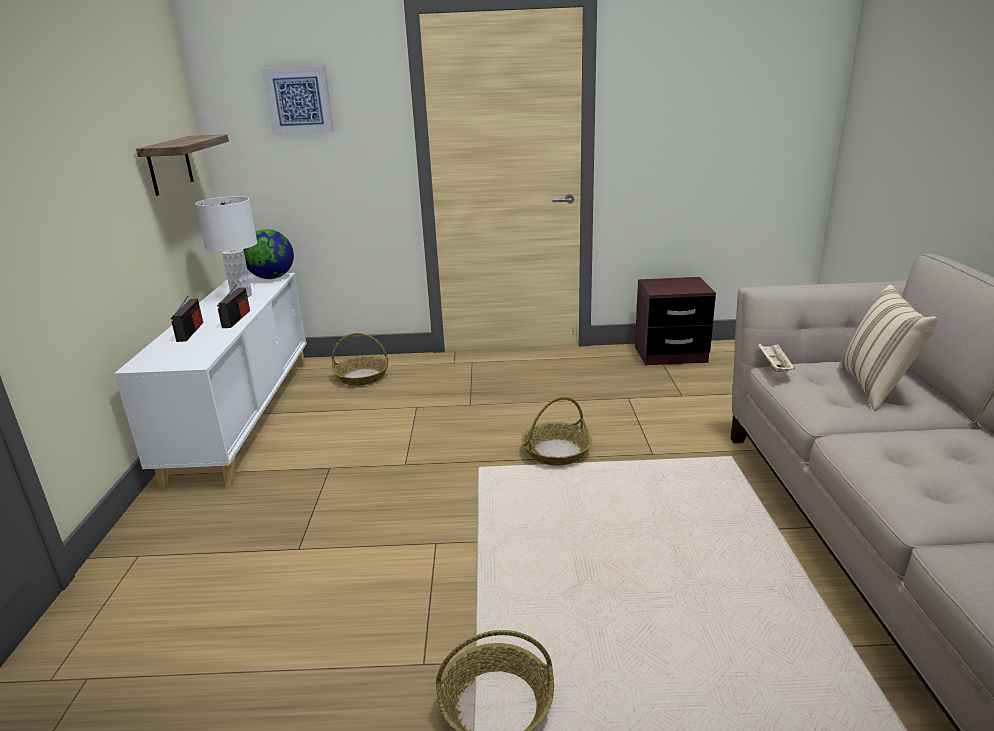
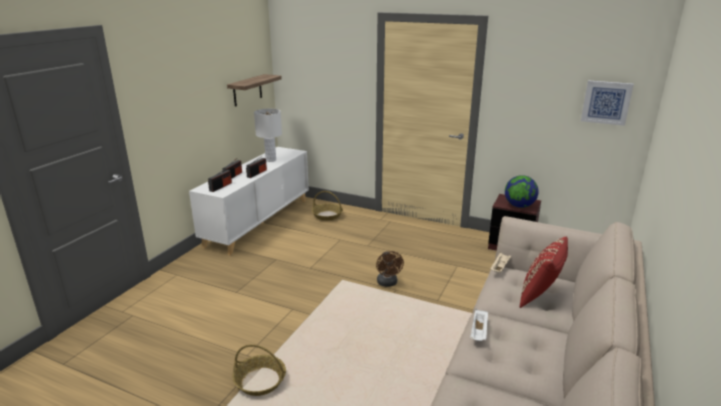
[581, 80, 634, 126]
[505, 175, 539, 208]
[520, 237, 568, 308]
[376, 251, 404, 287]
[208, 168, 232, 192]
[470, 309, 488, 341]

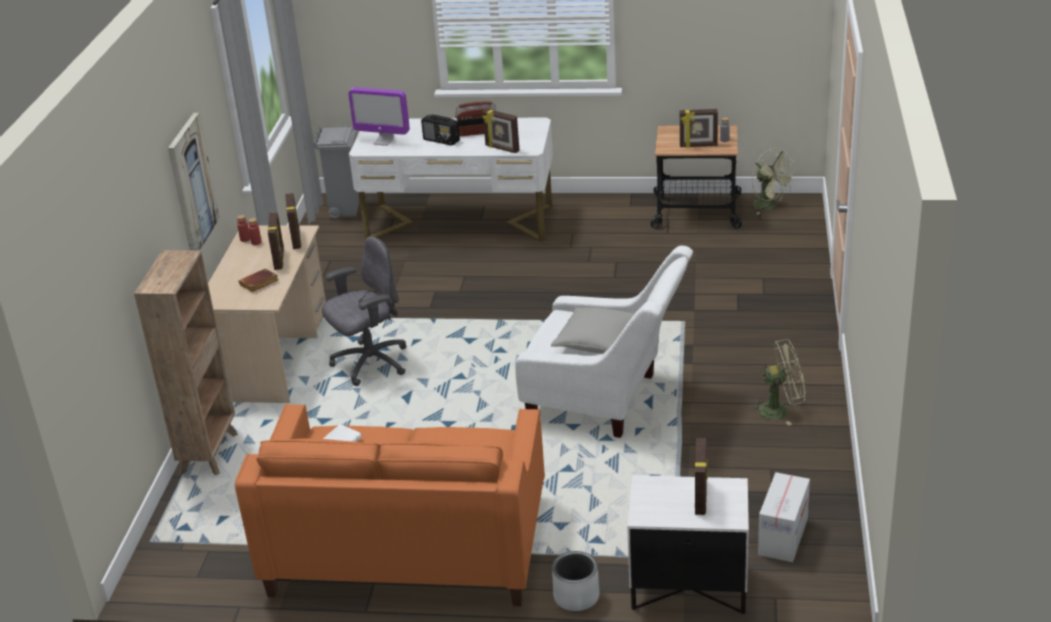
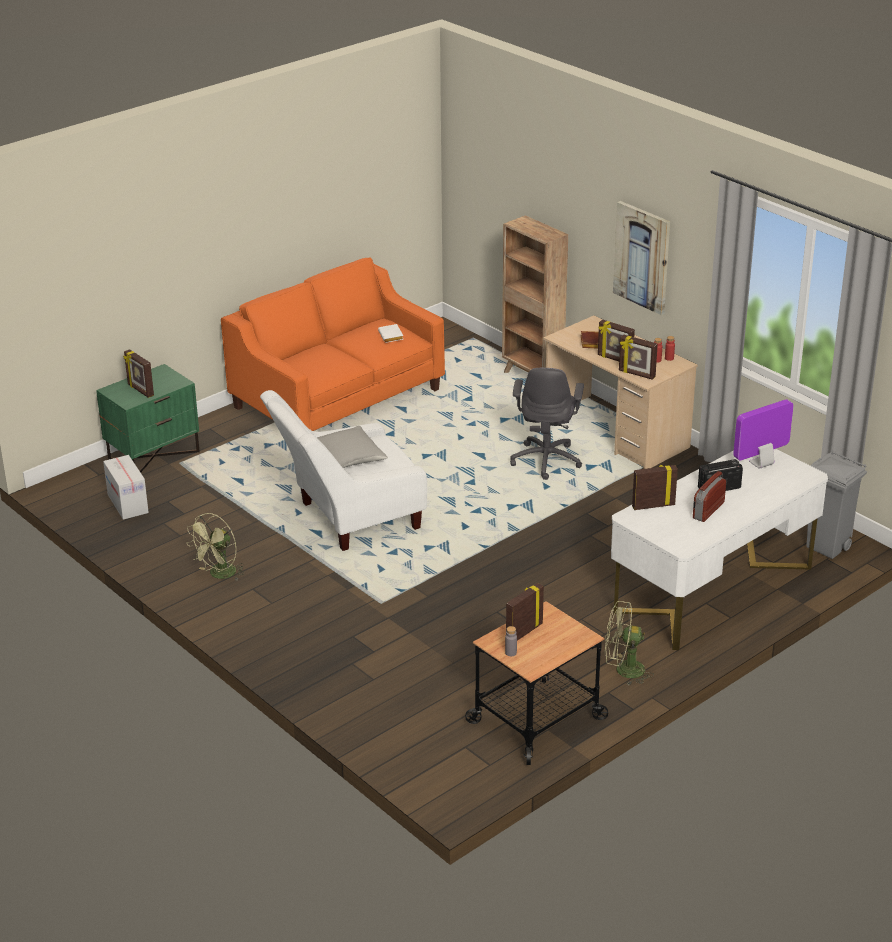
[605, 601, 654, 685]
[96, 364, 200, 473]
[552, 551, 599, 611] (first image)

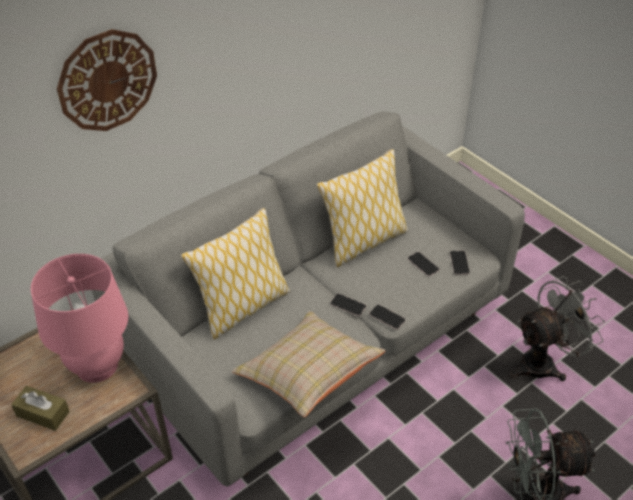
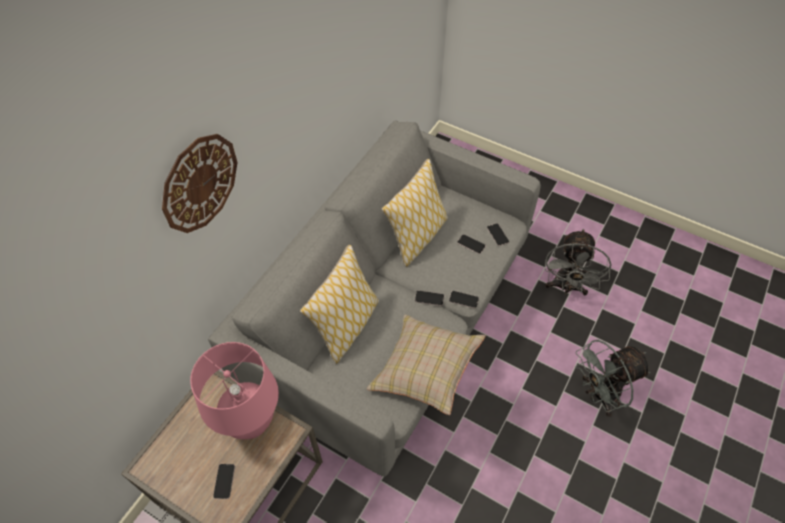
[545, 229, 611, 296]
[213, 464, 235, 499]

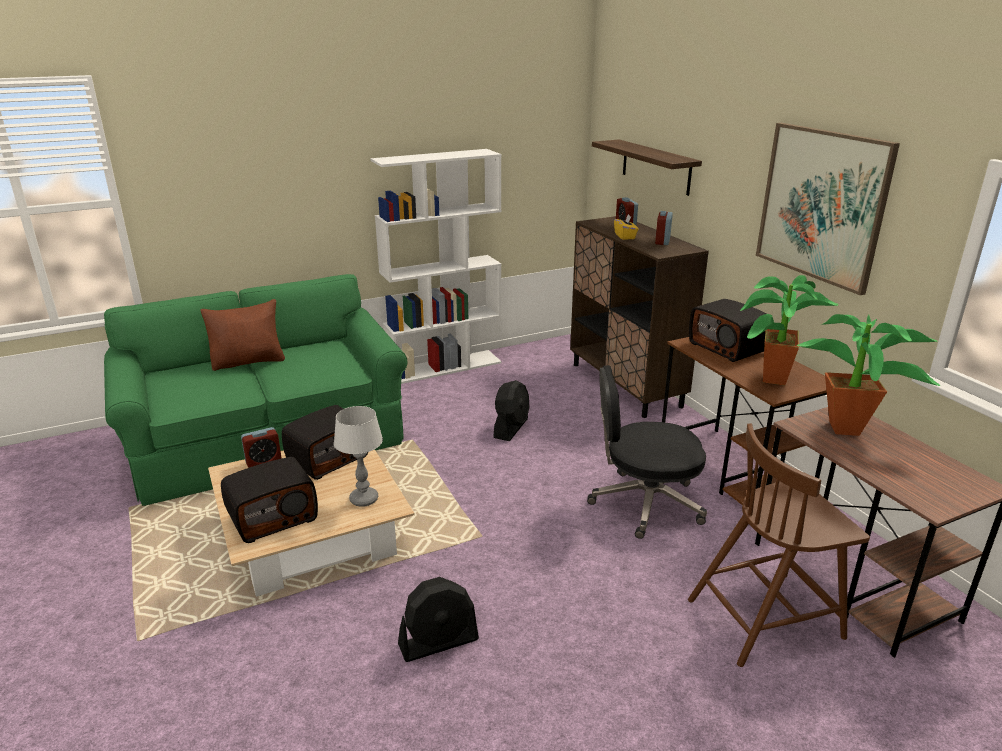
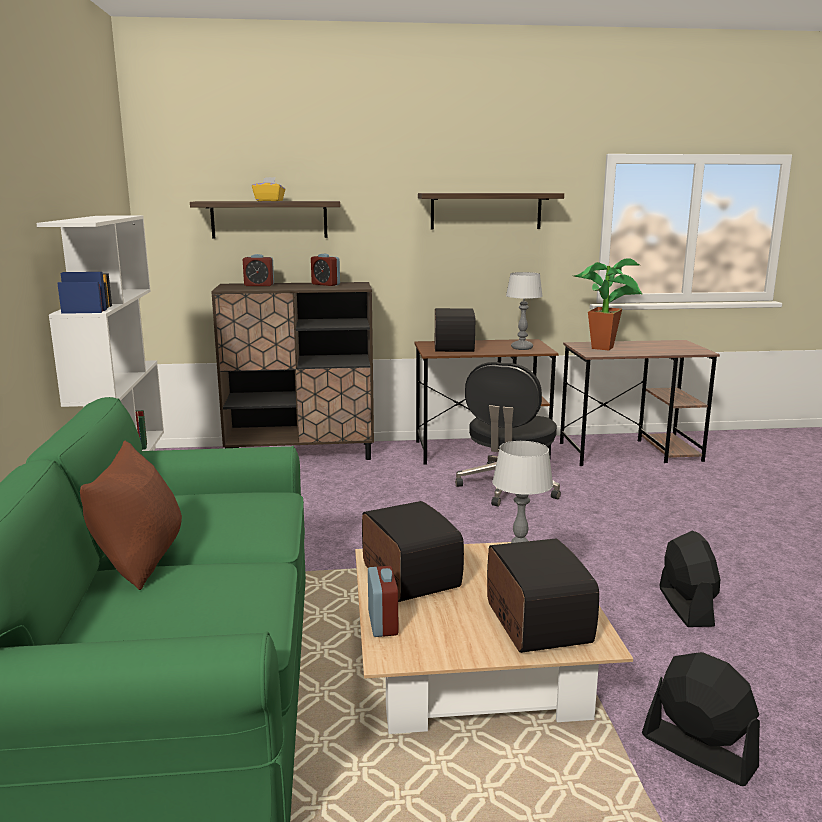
[418, 193, 564, 230]
[252, 177, 286, 201]
[506, 272, 543, 350]
[435, 308, 475, 352]
[642, 652, 760, 786]
[688, 424, 870, 667] (first image)

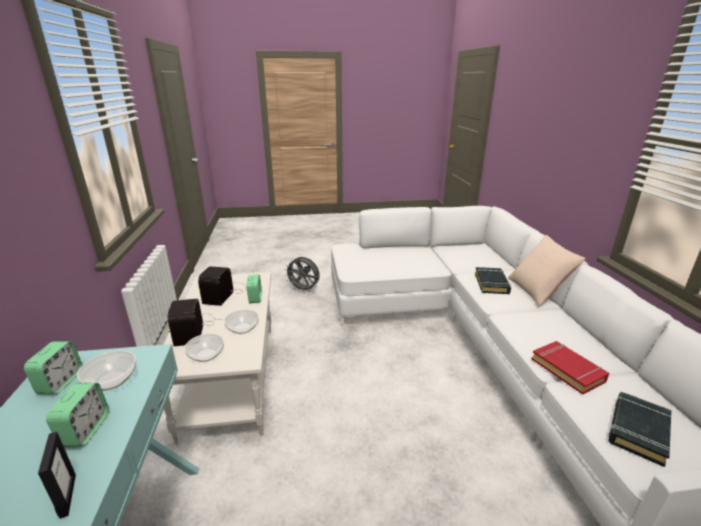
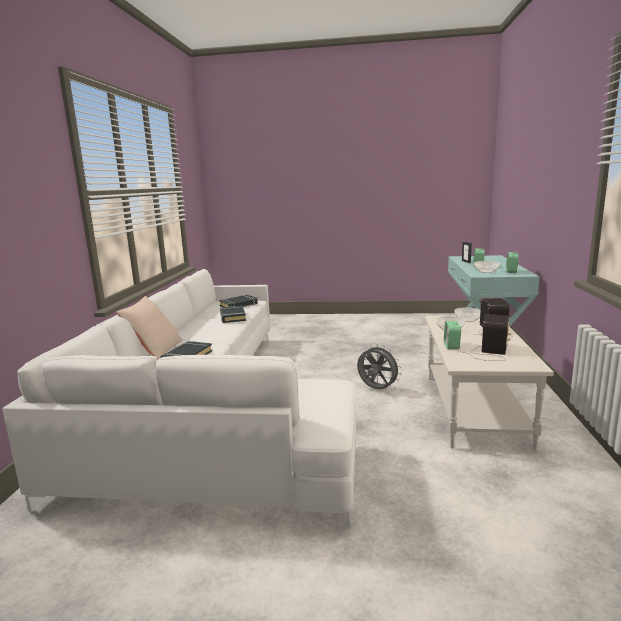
[357, 344, 401, 389]
[220, 306, 246, 323]

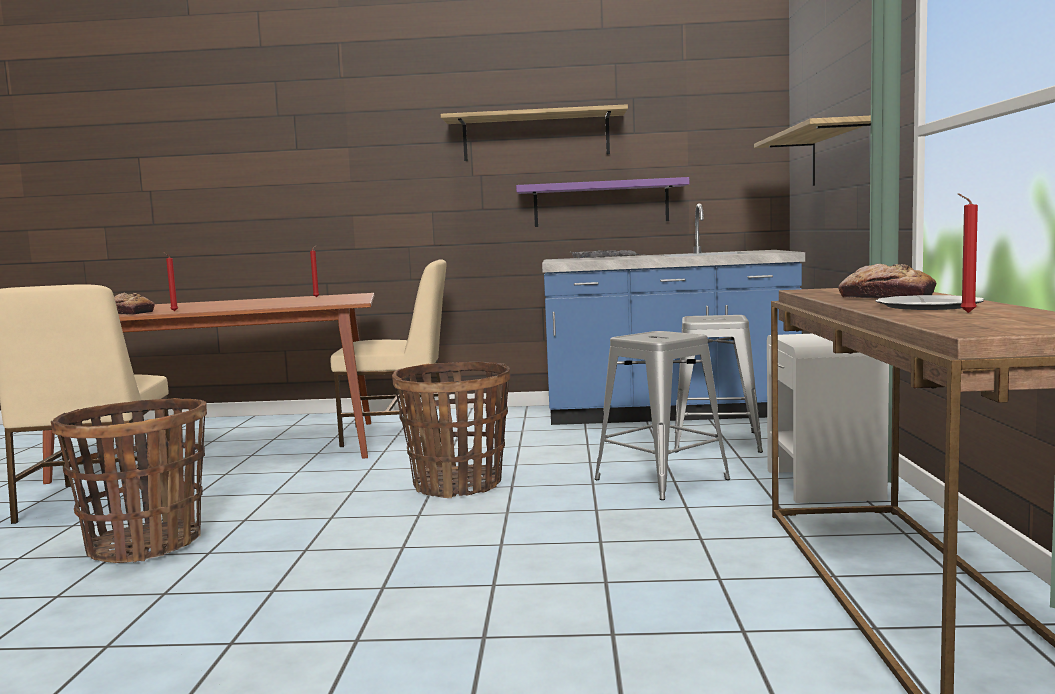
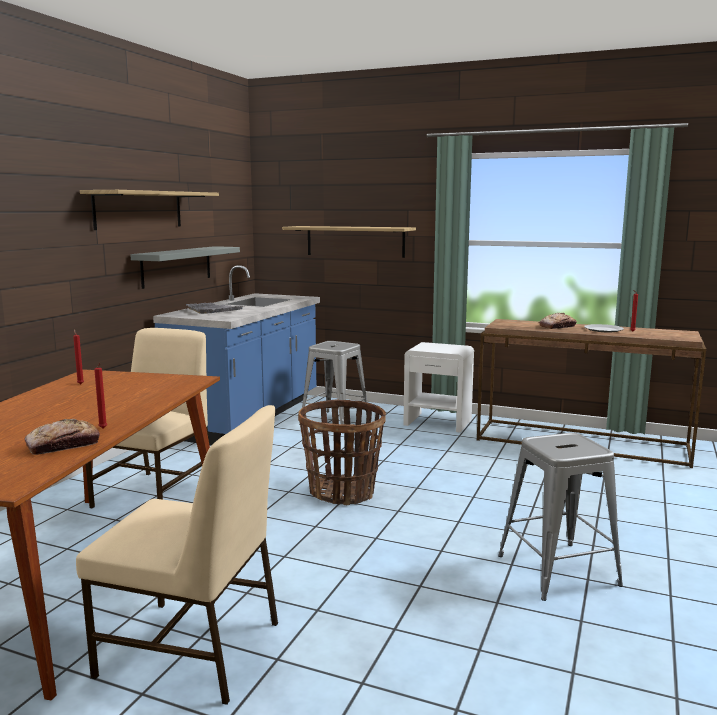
[130, 246, 240, 289]
[498, 433, 623, 601]
[51, 398, 207, 563] (first image)

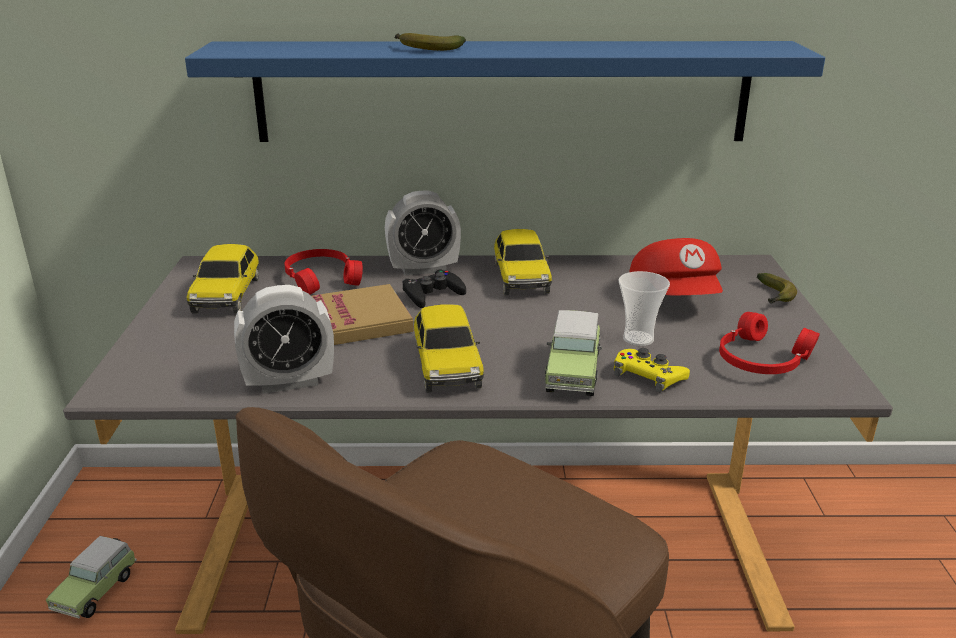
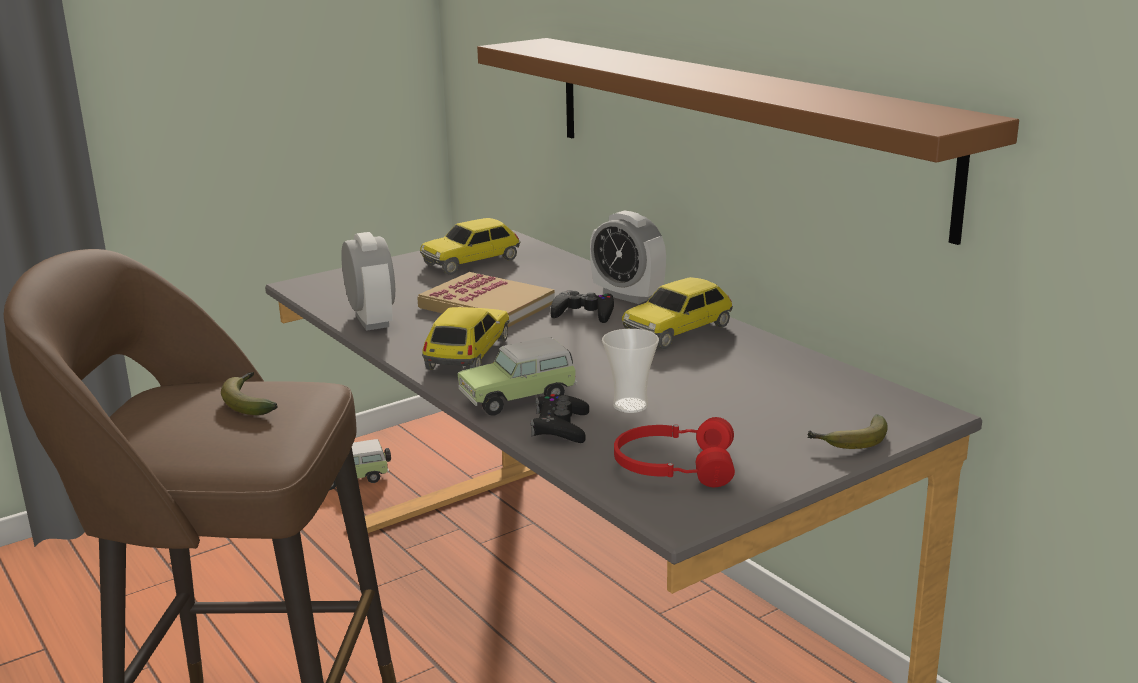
[221, 372, 277, 415]
[477, 38, 1019, 245]
[629, 238, 723, 295] (first image)
[284, 249, 363, 295] (first image)
[341, 232, 395, 331]
[422, 307, 510, 370]
[530, 394, 589, 443]

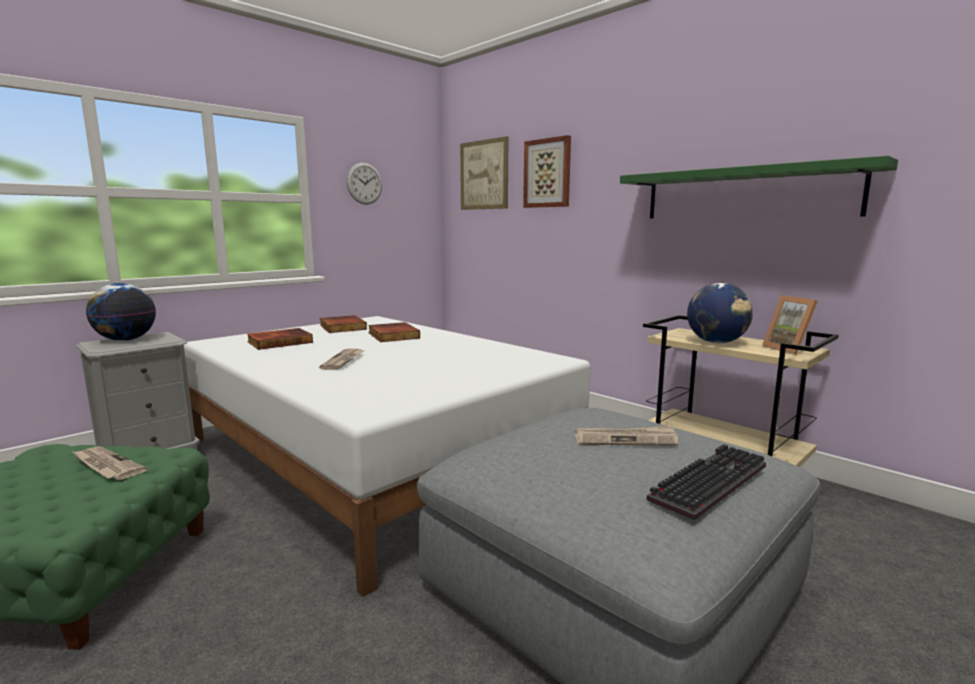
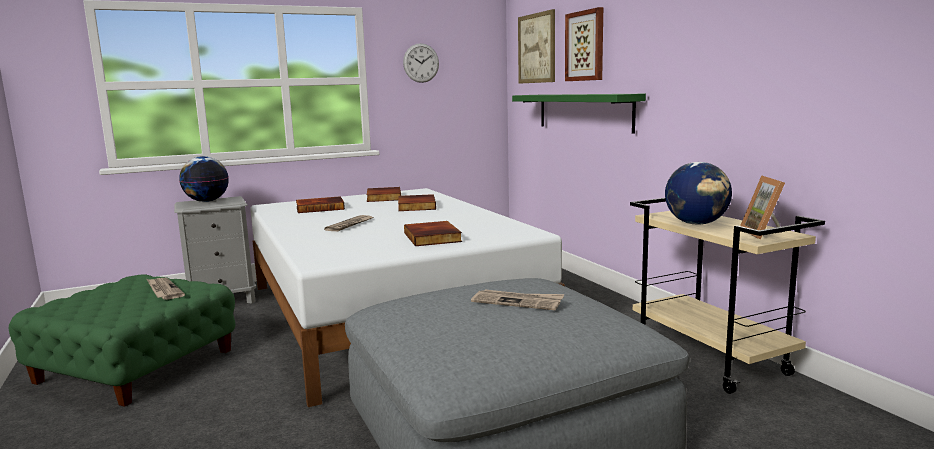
[512, 94, 646, 134]
[647, 444, 766, 520] (first image)
[404, 221, 462, 246]

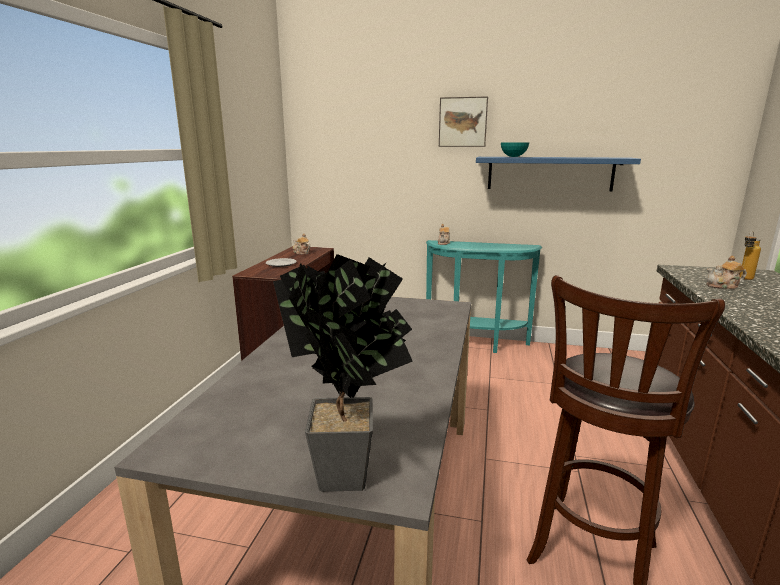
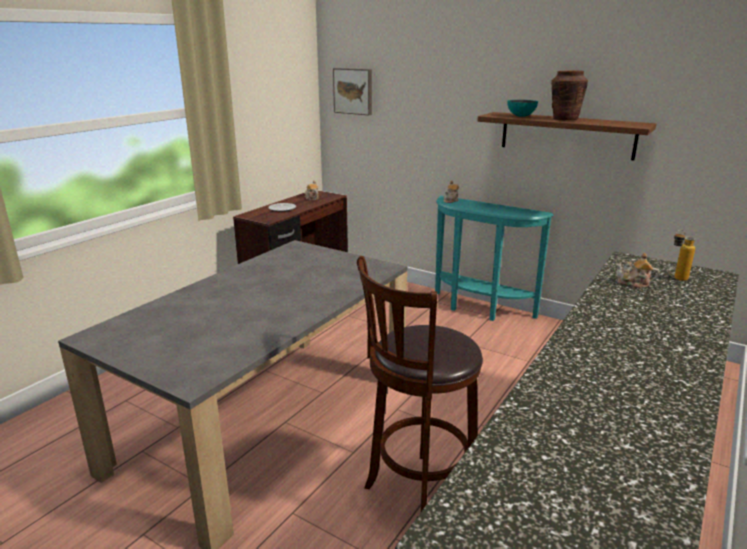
[333, 68, 372, 115]
[478, 112, 656, 160]
[273, 254, 413, 492] (first image)
[551, 70, 588, 120]

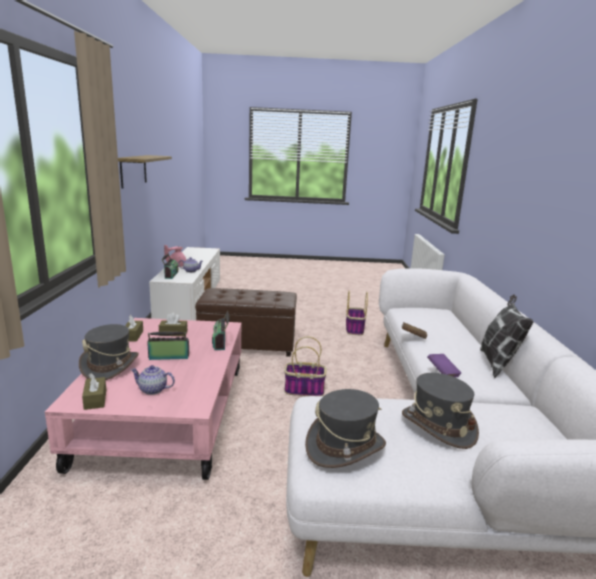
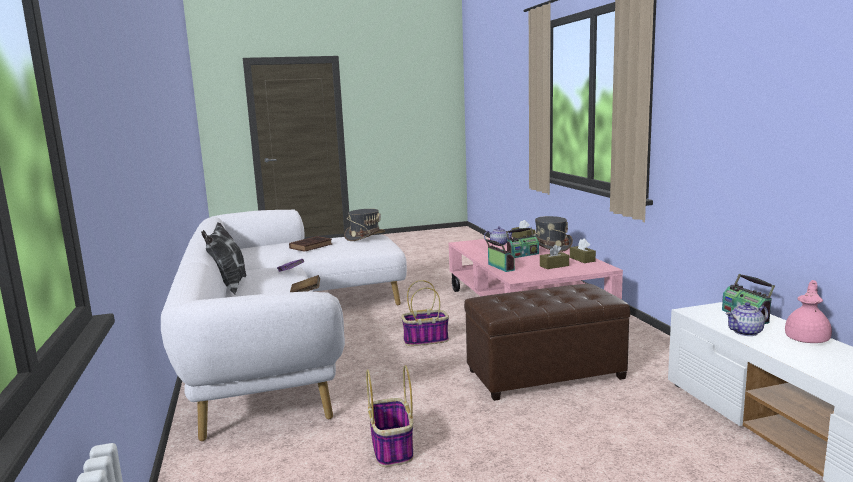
[118, 155, 172, 189] (first image)
[289, 236, 332, 252]

